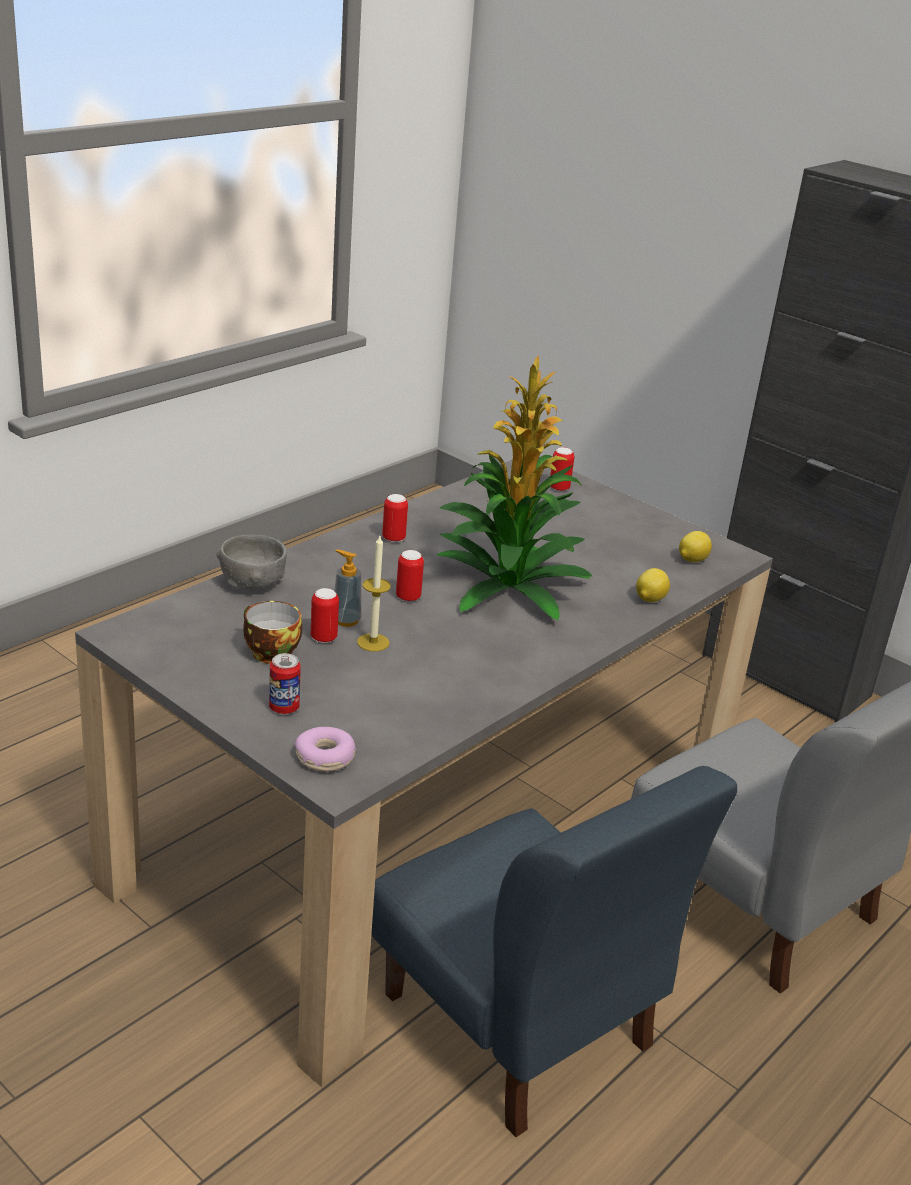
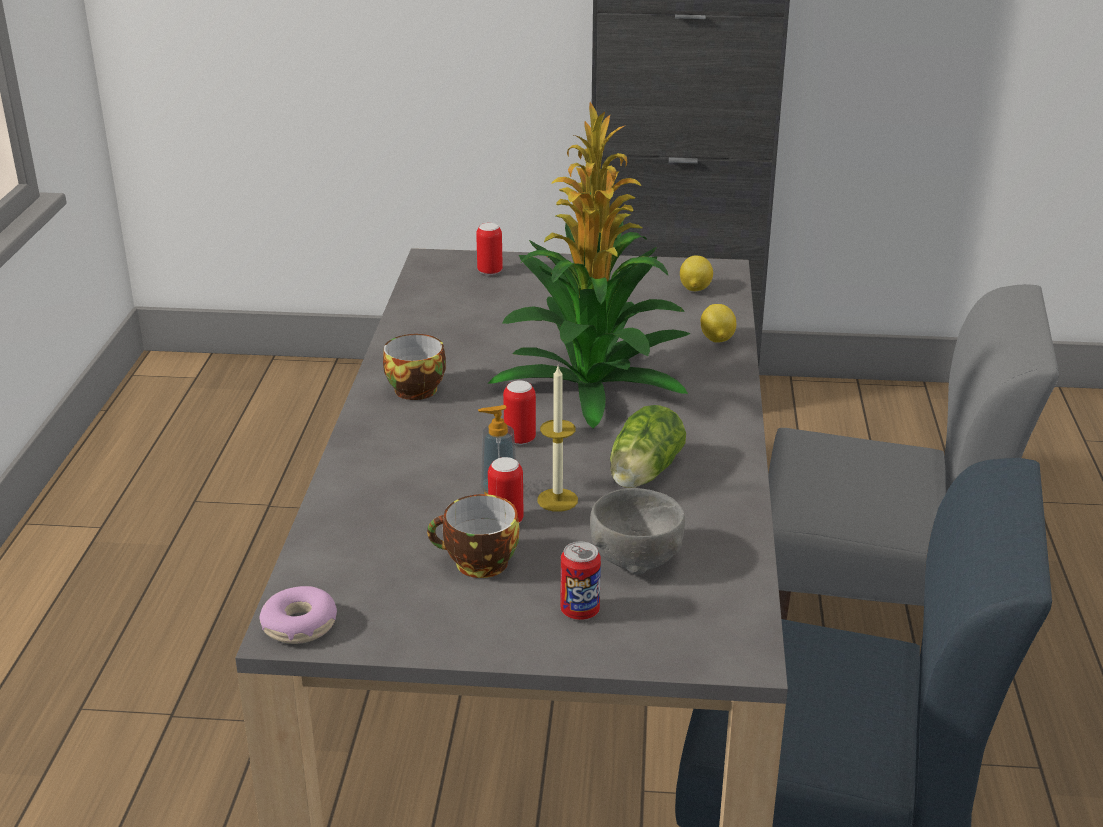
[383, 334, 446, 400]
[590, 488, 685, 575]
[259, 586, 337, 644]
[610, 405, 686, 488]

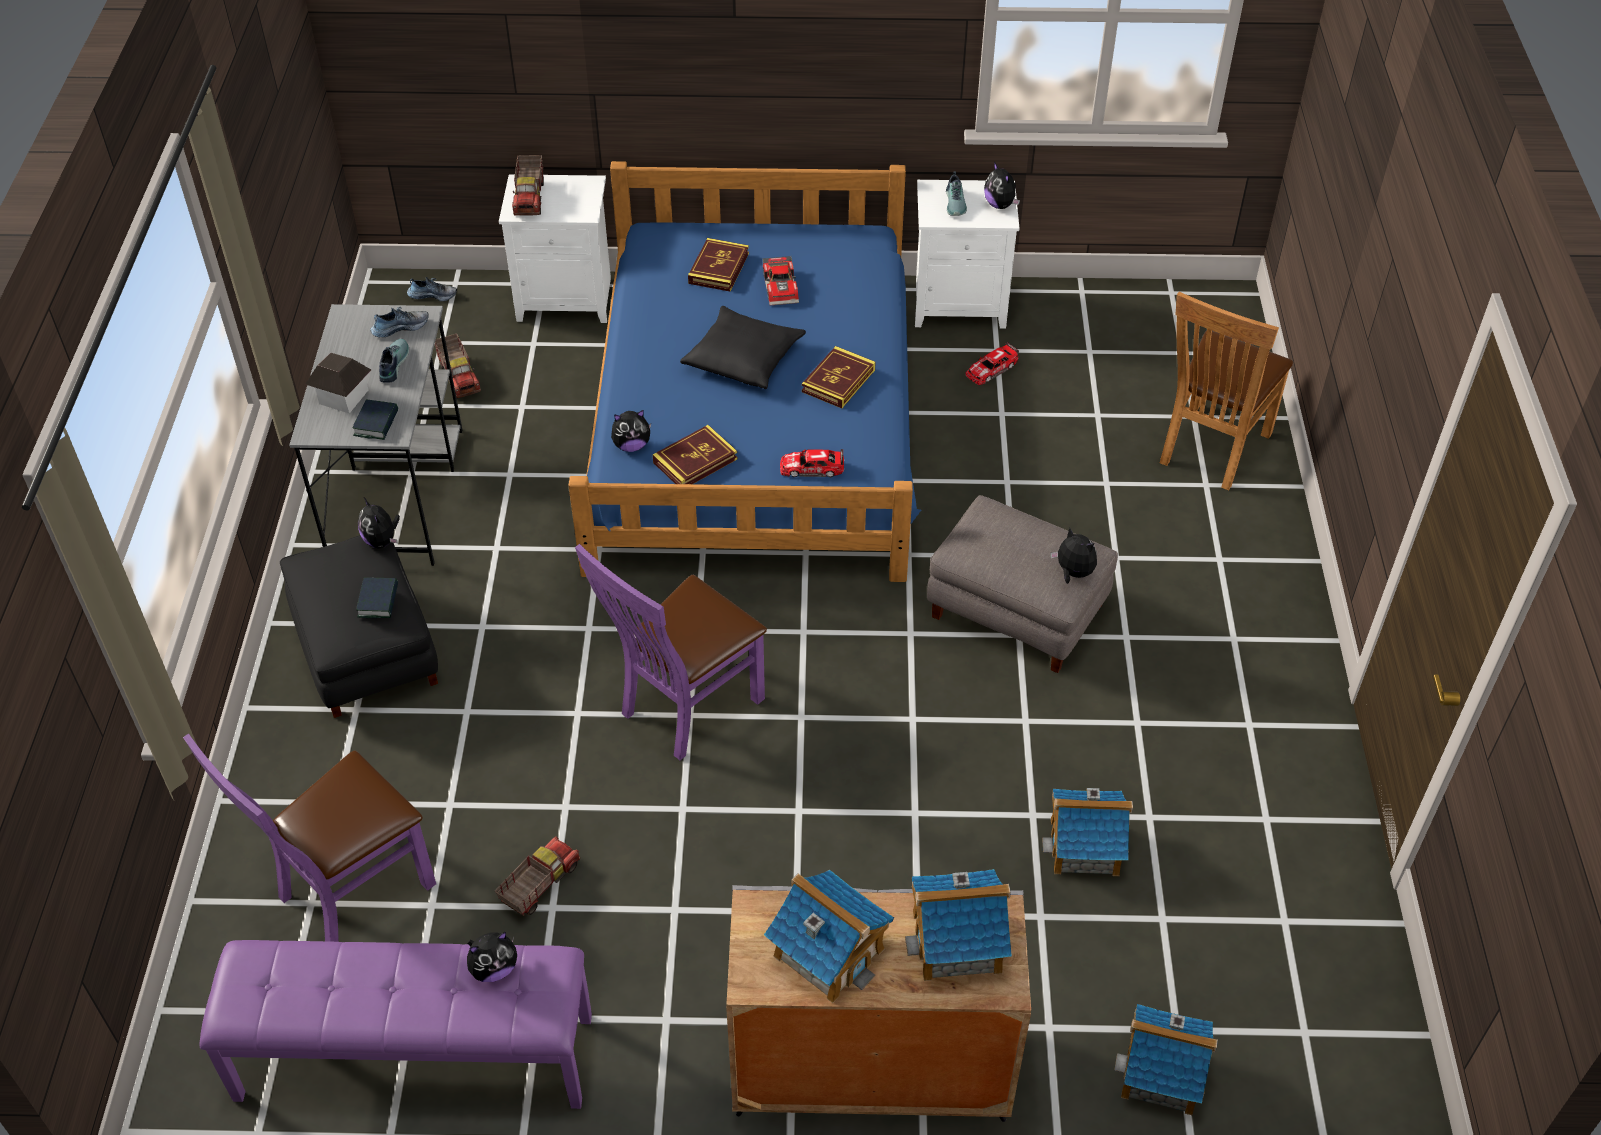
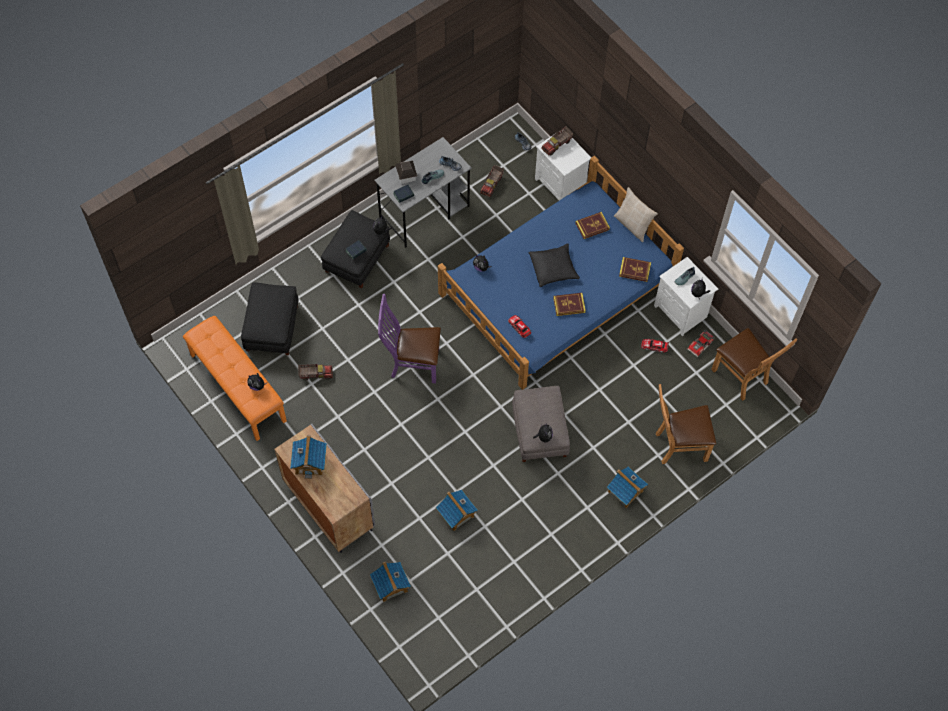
[688, 330, 715, 357]
[619, 257, 651, 282]
[241, 282, 299, 355]
[607, 466, 648, 508]
[183, 316, 287, 441]
[614, 187, 658, 242]
[711, 328, 798, 401]

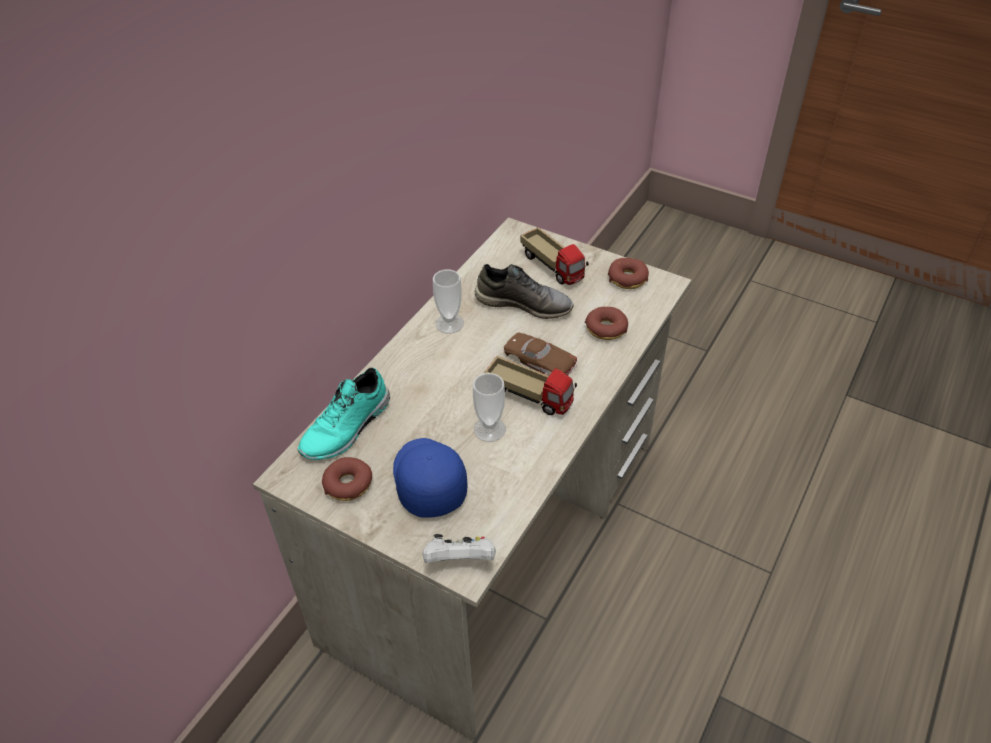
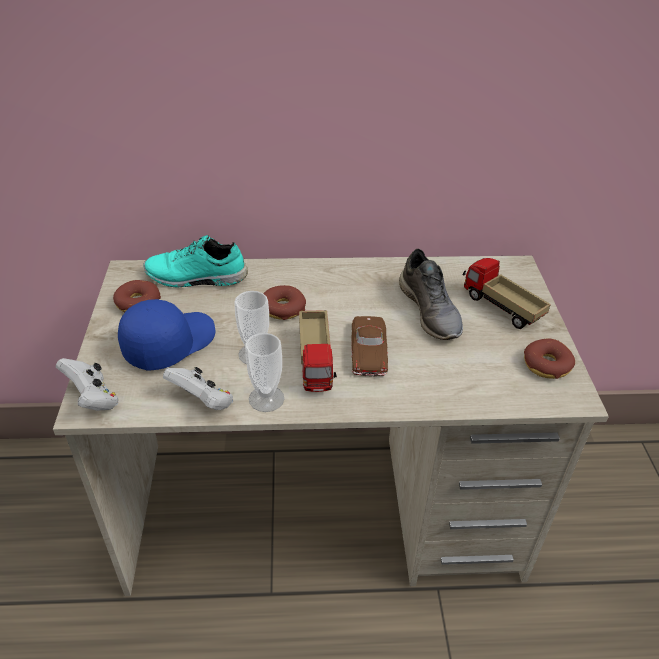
[463, 258, 551, 329]
[245, 333, 284, 412]
[263, 285, 306, 320]
[163, 367, 233, 410]

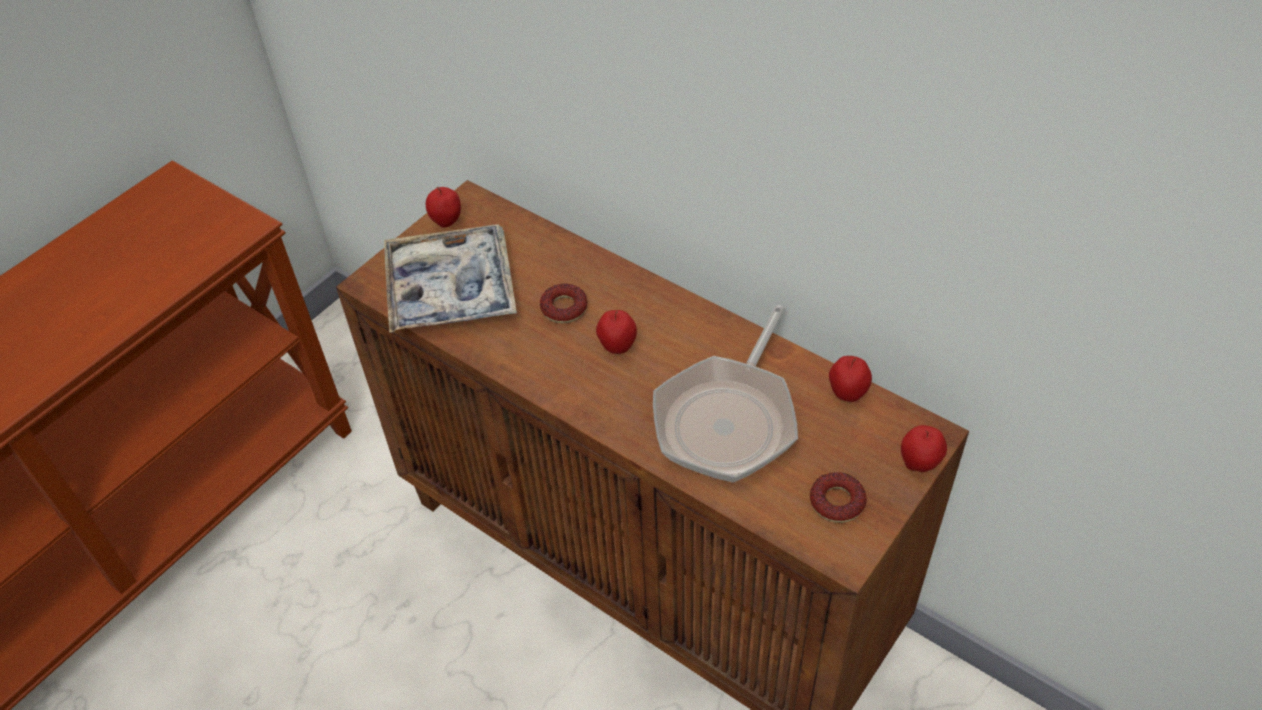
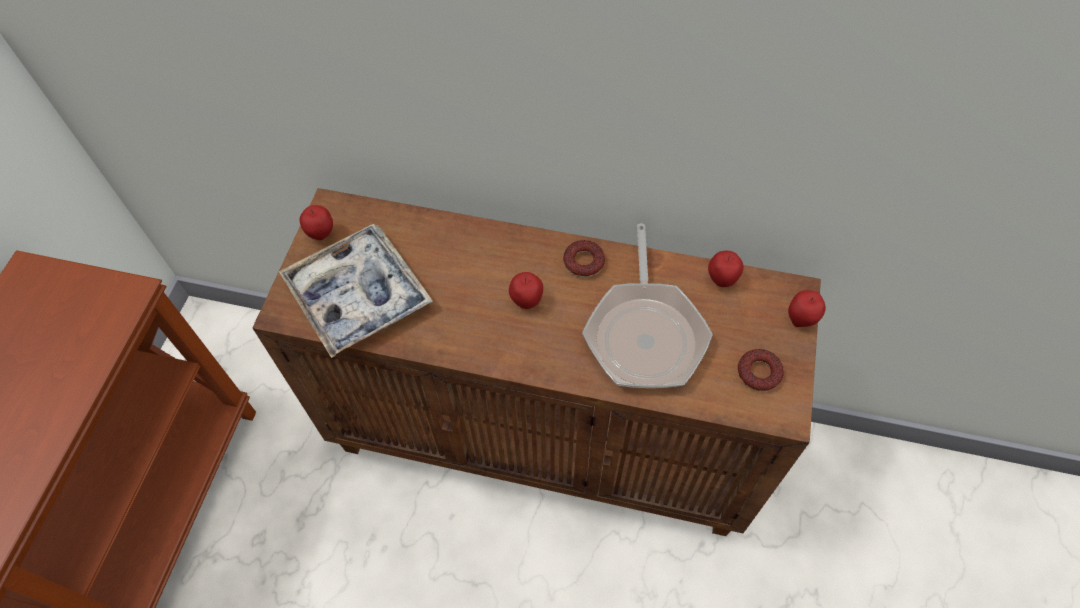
[563, 240, 605, 278]

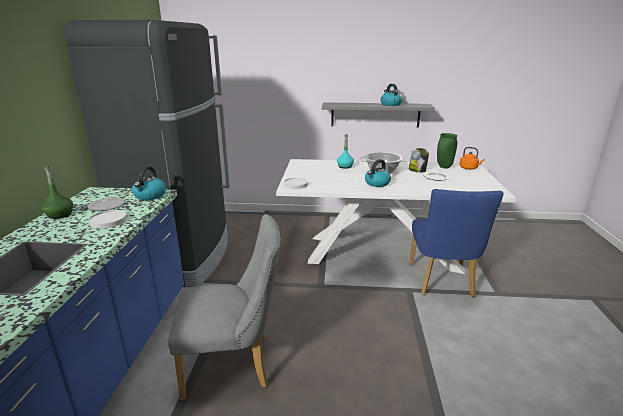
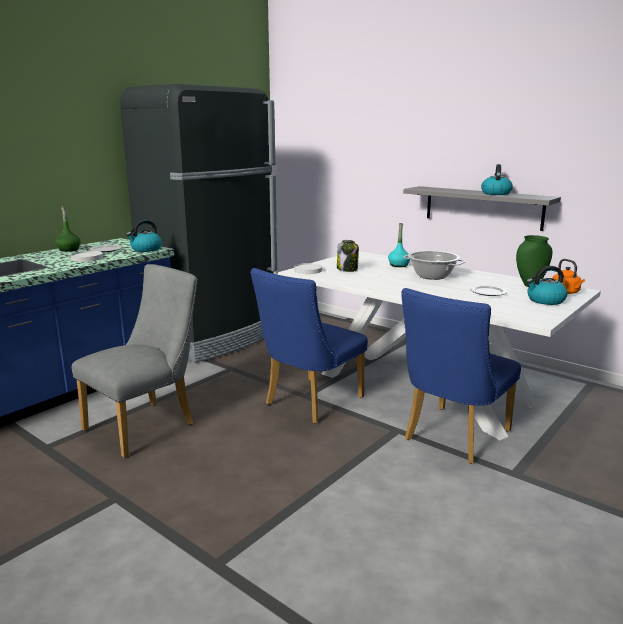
[337, 240, 359, 272]
[526, 266, 568, 305]
[72, 264, 197, 458]
[250, 268, 368, 424]

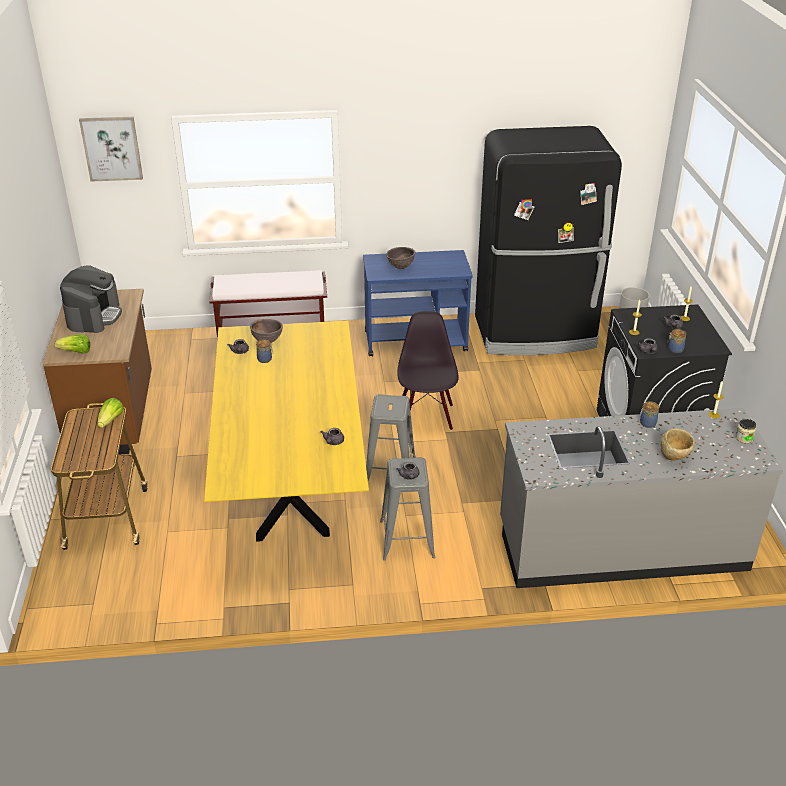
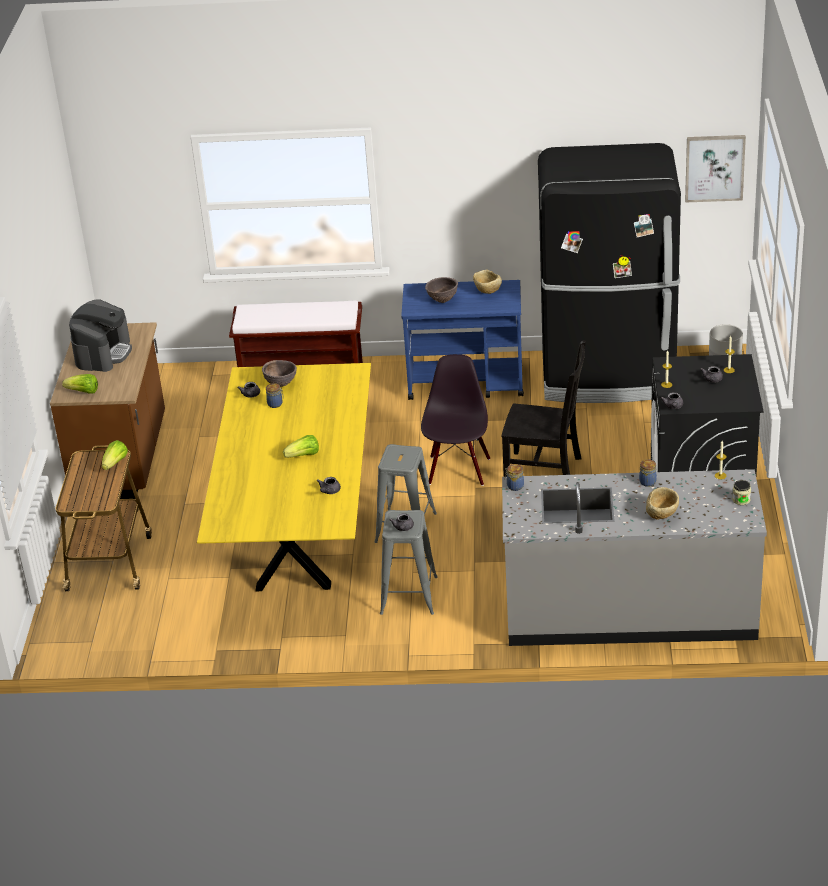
[685, 135, 746, 202]
[505, 464, 524, 491]
[473, 270, 502, 294]
[502, 340, 586, 477]
[283, 435, 319, 458]

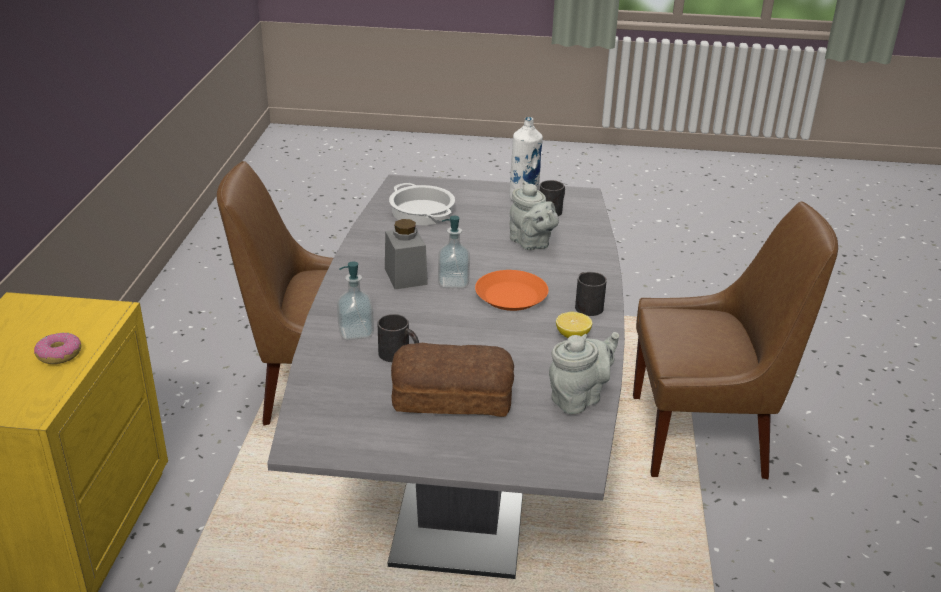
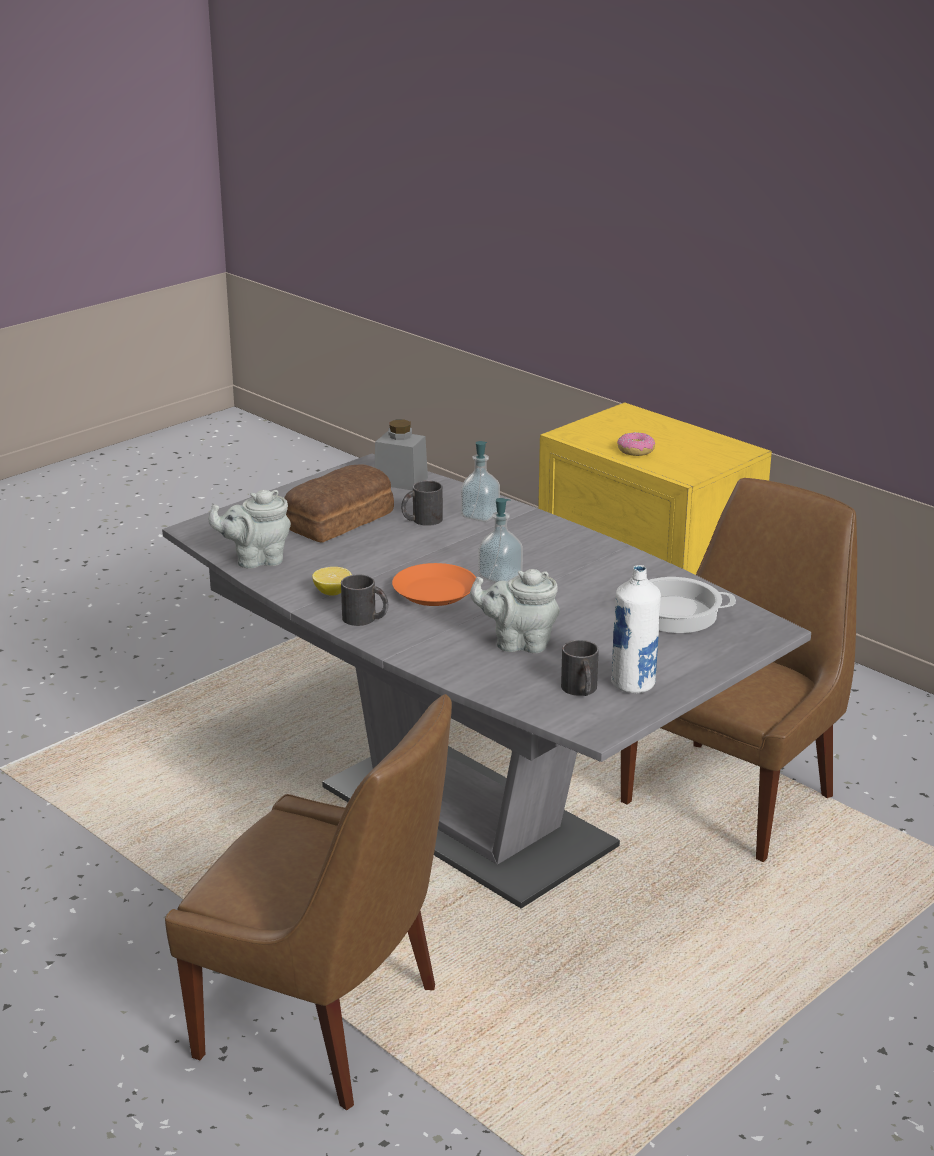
[165, 694, 452, 1110]
[375, 420, 428, 491]
[209, 490, 291, 568]

